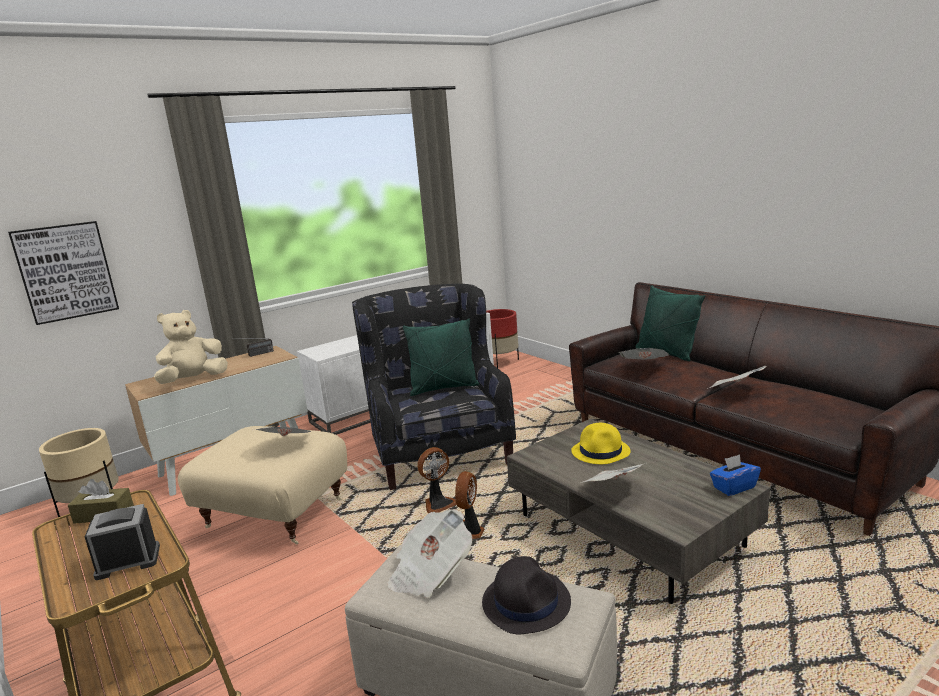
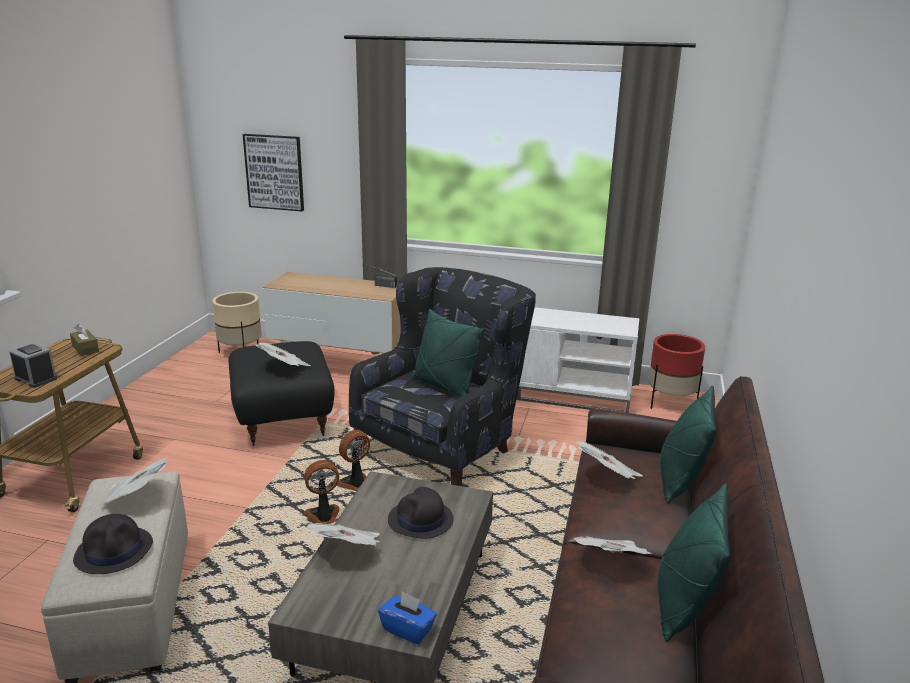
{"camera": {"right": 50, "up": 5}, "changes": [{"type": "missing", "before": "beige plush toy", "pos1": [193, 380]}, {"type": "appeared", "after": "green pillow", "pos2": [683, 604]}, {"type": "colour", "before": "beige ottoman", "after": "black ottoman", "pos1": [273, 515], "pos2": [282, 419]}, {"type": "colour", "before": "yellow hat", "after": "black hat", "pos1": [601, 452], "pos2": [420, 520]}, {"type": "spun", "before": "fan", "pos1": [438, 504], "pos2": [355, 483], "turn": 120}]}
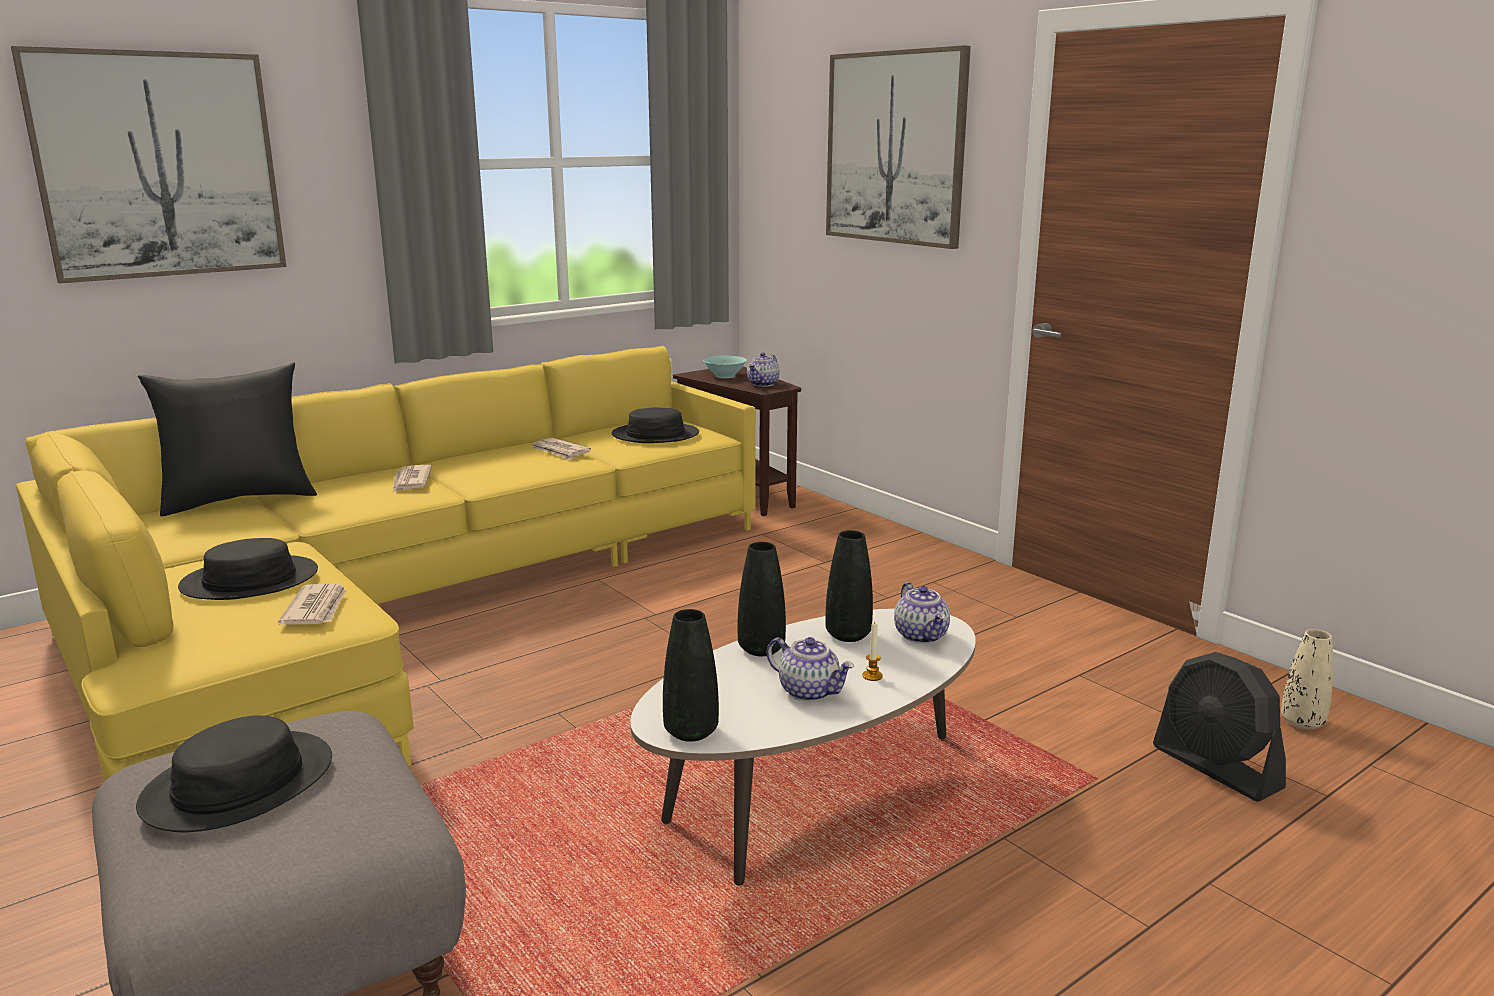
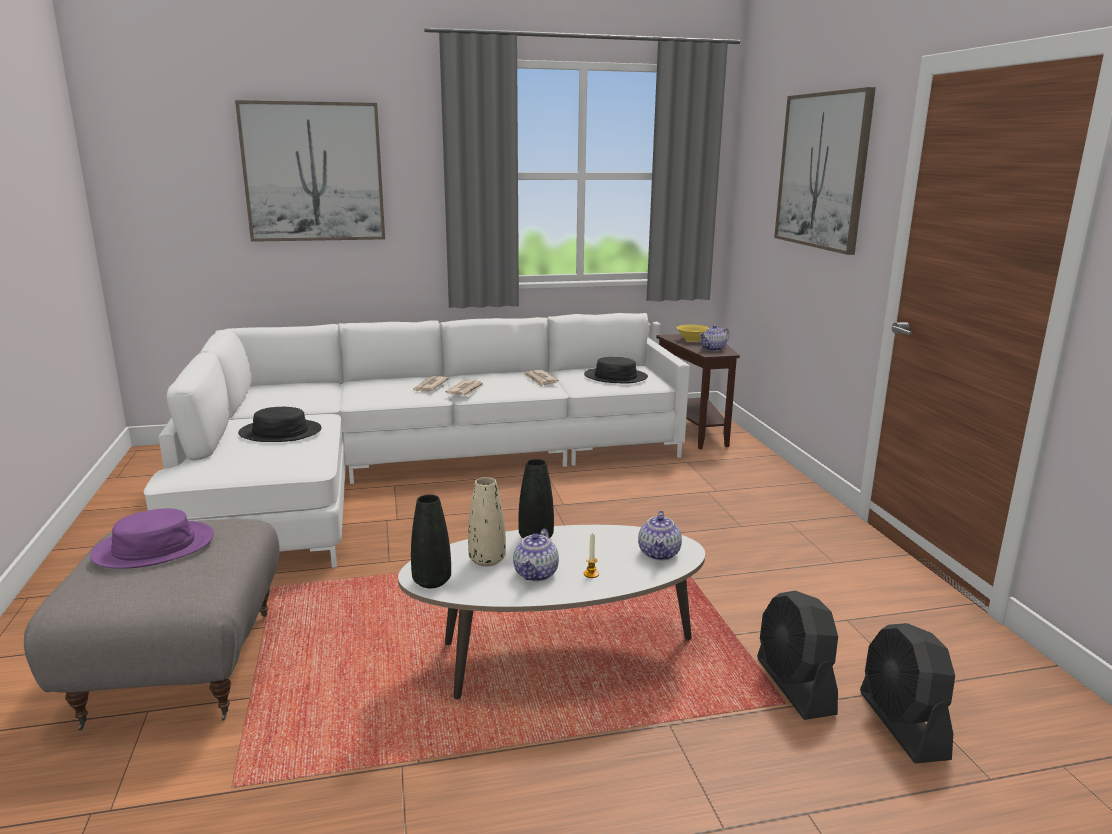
{"camera": {"right": 25, "up": 0}, "changes": [{"type": "missing", "before": "black pillow", "pos1": [239, 499]}, {"type": "missing", "before": "black vase", "pos1": [848, 635]}, {"type": "appeared", "after": "black fan", "pos2": [794, 686]}, {"type": "relocated", "before": "newspaper", "pos1": [317, 608], "pos2": [466, 390]}, {"type": "relocated", "before": "beige vase", "pos1": [1302, 722], "pos2": [487, 560]}, {"type": "colour", "before": "yellow sofa", "after": "white sofa", "pos1": [402, 611], "pos2": [412, 471]}, {"type": "colour", "before": "black hat", "after": "purple hat", "pos1": [238, 783], "pos2": [154, 547]}, {"type": "colour", "before": "turquoise bowl", "after": "yellow bowl", "pos1": [725, 376], "pos2": [692, 340]}, {"type": "spun", "before": "teapot", "pos1": [810, 691], "pos2": [536, 574], "turn": 45}]}
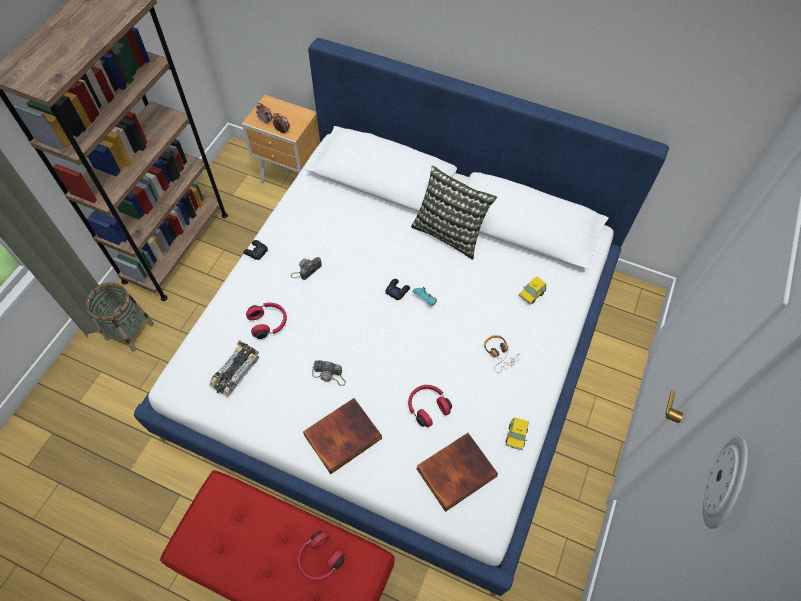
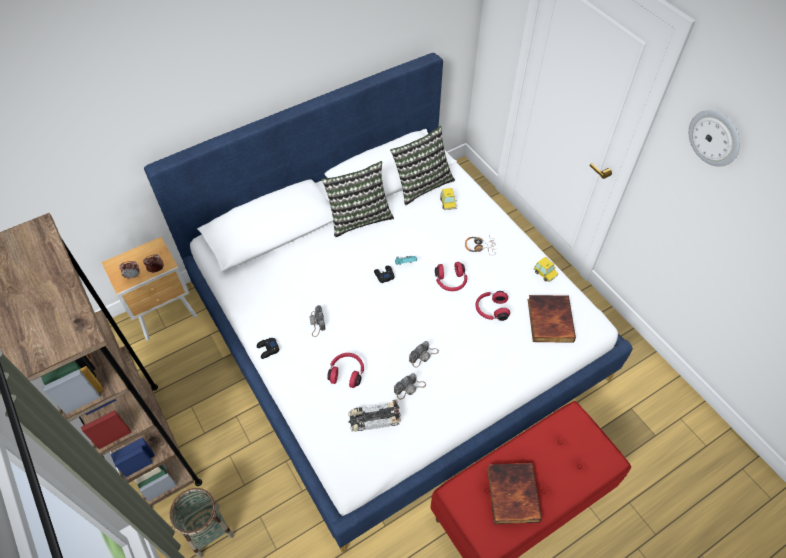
{"camera": {"right": -55, "up": -5}, "changes": [{"type": "appeared", "after": "pillow", "pos2": [421, 184]}, {"type": "appeared", "after": "photo camera", "pos2": [409, 388]}, {"type": "relocated", "before": "red headphones", "pos1": [319, 559], "pos2": [451, 281]}, {"type": "relocated", "before": "book", "pos1": [342, 435], "pos2": [511, 494]}, {"type": "spun", "before": "toy car", "pos1": [235, 371], "pos2": [374, 418], "turn": 105}]}
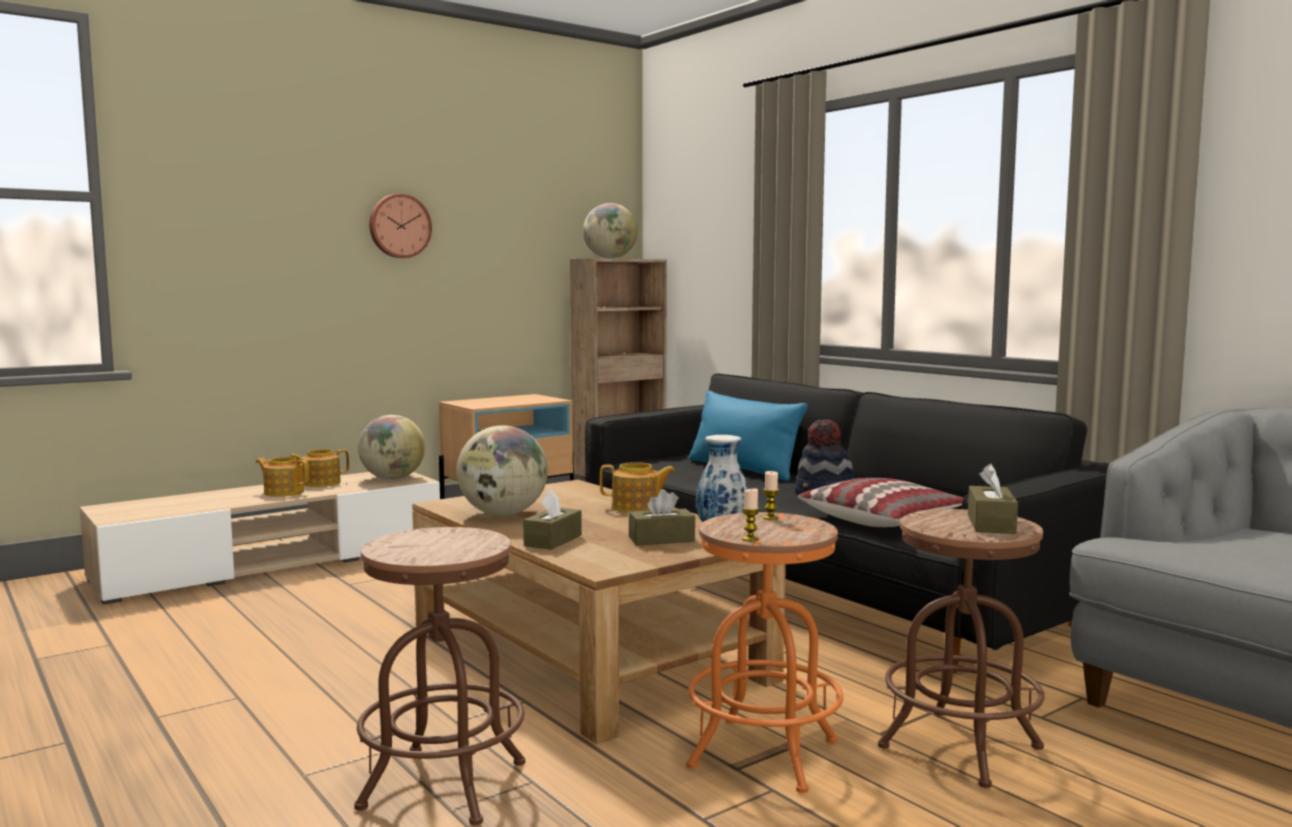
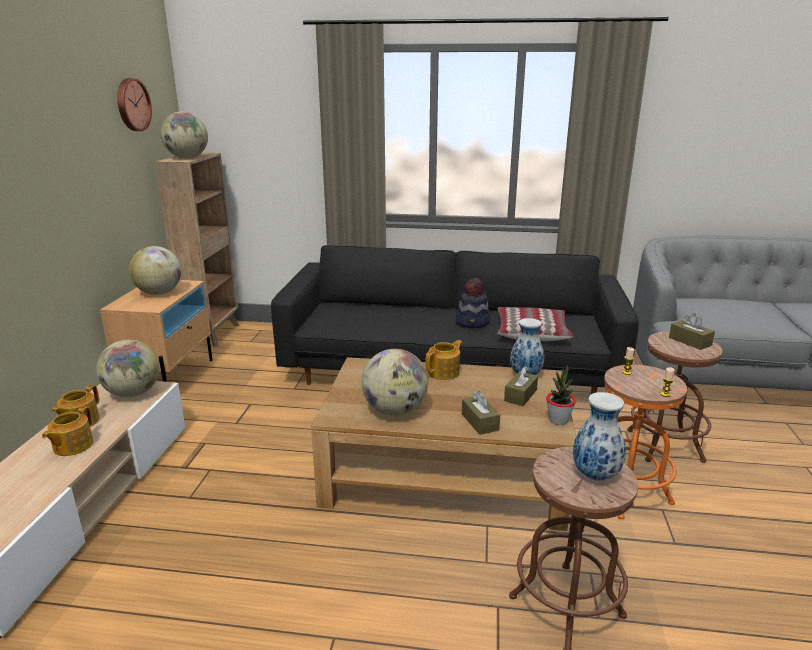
{"camera": {"right": -45, "up": 15}, "changes": [{"type": "missing", "before": "blue pillow", "pos1": [743, 469]}, {"type": "appeared", "after": "globe", "pos2": [159, 293]}, {"type": "appeared", "after": "potted plant", "pos2": [558, 420]}, {"type": "appeared", "after": "vase", "pos2": [596, 475]}, {"type": "relocated", "before": "wall clock", "pos1": [399, 226], "pos2": [132, 104]}, {"type": "spun", "before": "teapot", "pos1": [283, 492], "pos2": [72, 446], "turn": -45}]}
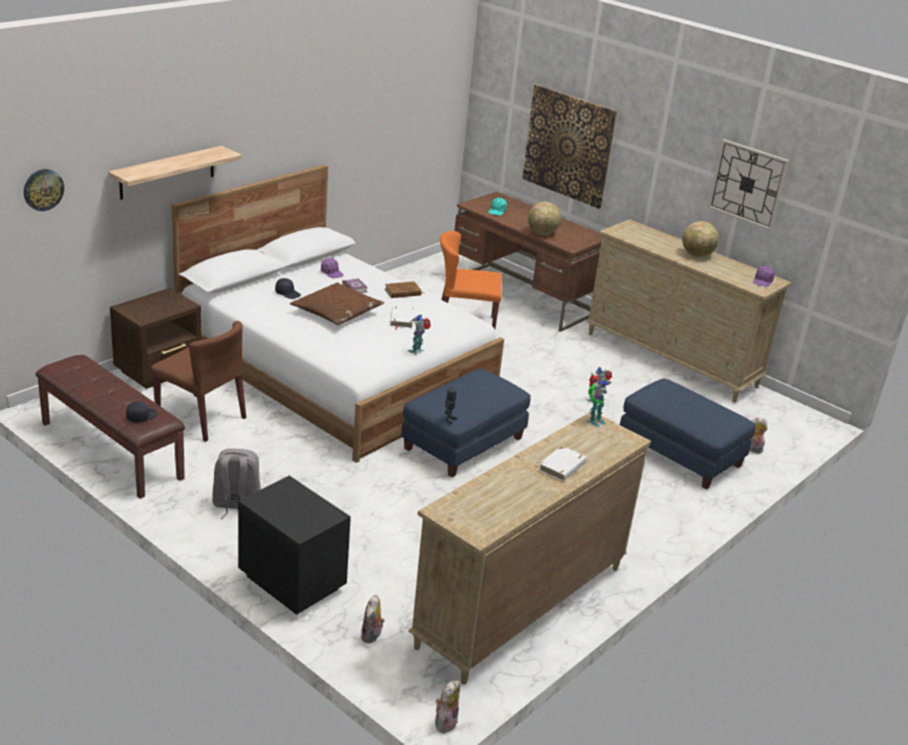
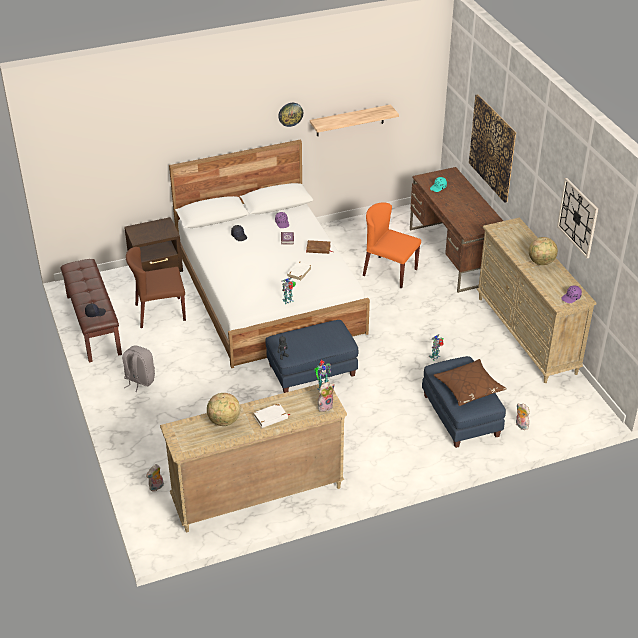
{"camera": {"right": 30, "up": 10}, "changes": [{"type": "missing", "before": "black nightstand", "pos1": [292, 581]}, {"type": "relocated", "before": "wall clock", "pos1": [43, 189], "pos2": [290, 114]}, {"type": "relocated", "before": "shelf", "pos1": [167, 172], "pos2": [350, 120]}, {"type": "relocated", "before": "brown pillow", "pos1": [337, 312], "pos2": [469, 388]}, {"type": "relocated", "before": "plush toy", "pos1": [445, 722], "pos2": [325, 406]}, {"type": "relocated", "before": "globe", "pos1": [542, 233], "pos2": [224, 421]}, {"type": "spun", "before": "brown chair", "pos1": [201, 417], "pos2": [159, 312], "turn": 105}]}
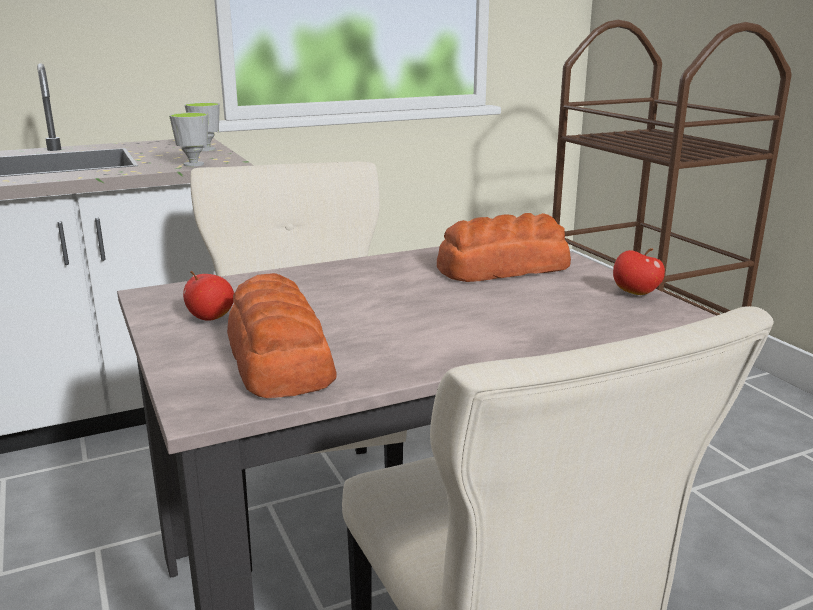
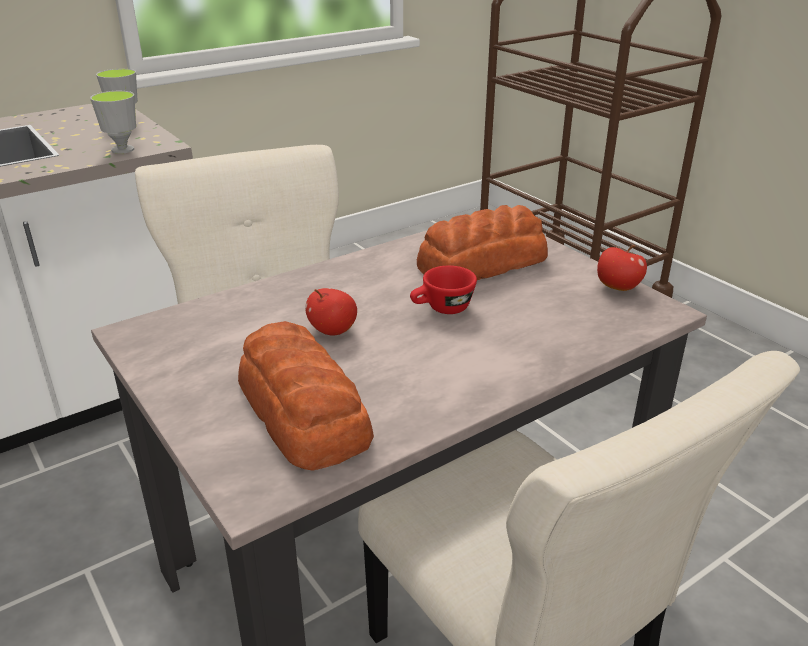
{"camera": {"right": -10, "up": 10}, "changes": [{"type": "appeared", "after": "red cup", "pos2": [442, 309]}, {"type": "relocated", "before": "apple", "pos1": [210, 318], "pos2": [332, 330]}]}
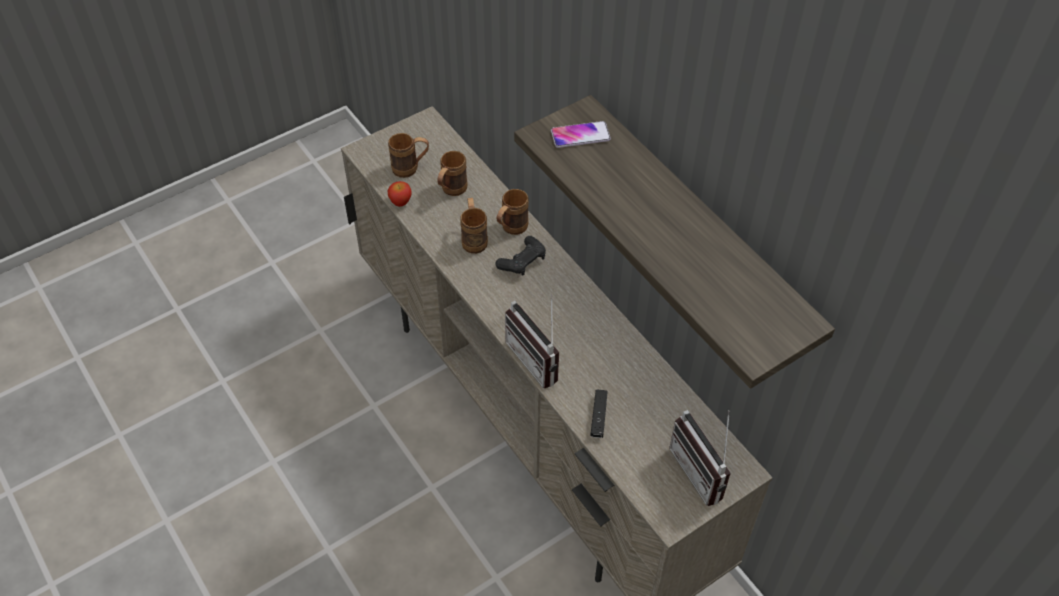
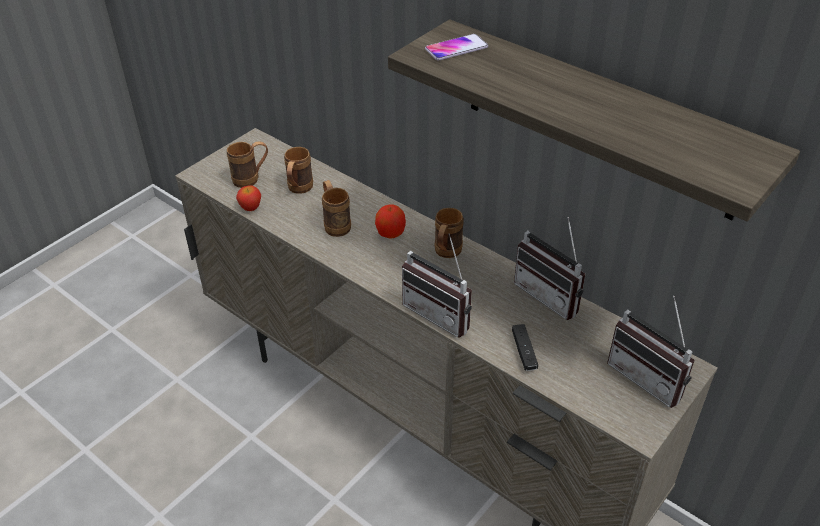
{"camera": {"right": -15, "up": -10}, "changes": [{"type": "appeared", "after": "radio", "pos2": [552, 295]}, {"type": "relocated", "before": "brown mug", "pos1": [511, 229], "pos2": [445, 253]}, {"type": "exchanged", "before": "black game controller", "after": "apple", "pos1": [522, 261], "pos2": [391, 233]}]}
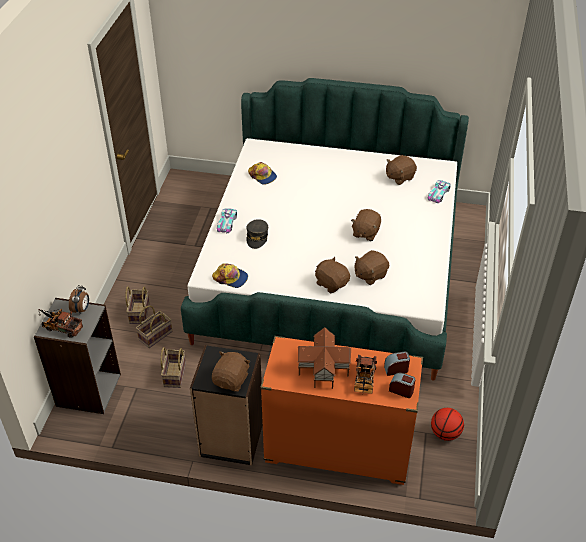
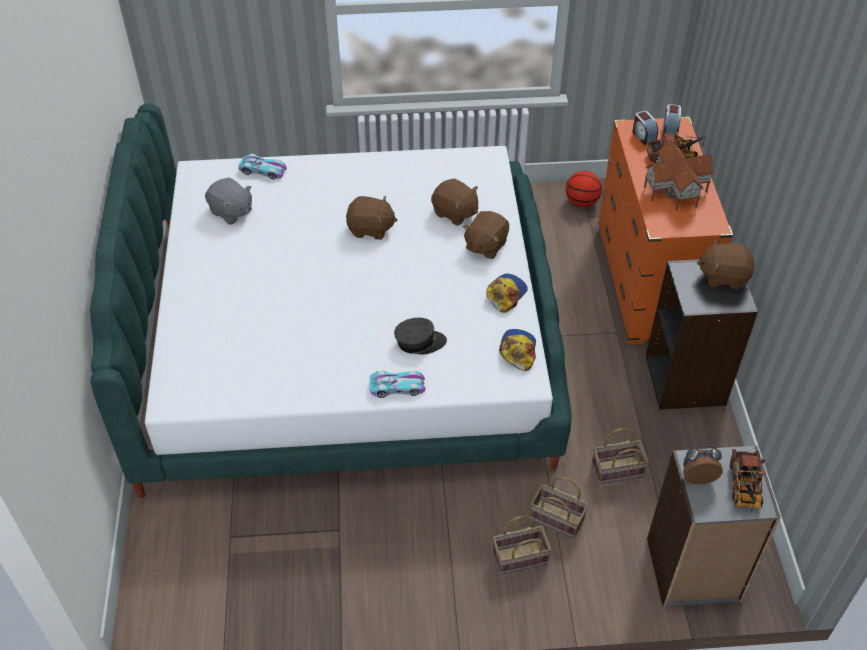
{"camera": {"right": -105, "up": 5}, "changes": [{"type": "relocated", "before": "cap", "pos1": [262, 176], "pos2": [506, 294]}, {"type": "colour", "before": "brown plush toy", "after": "grey plush toy", "pos1": [399, 177], "pos2": [231, 212]}]}
